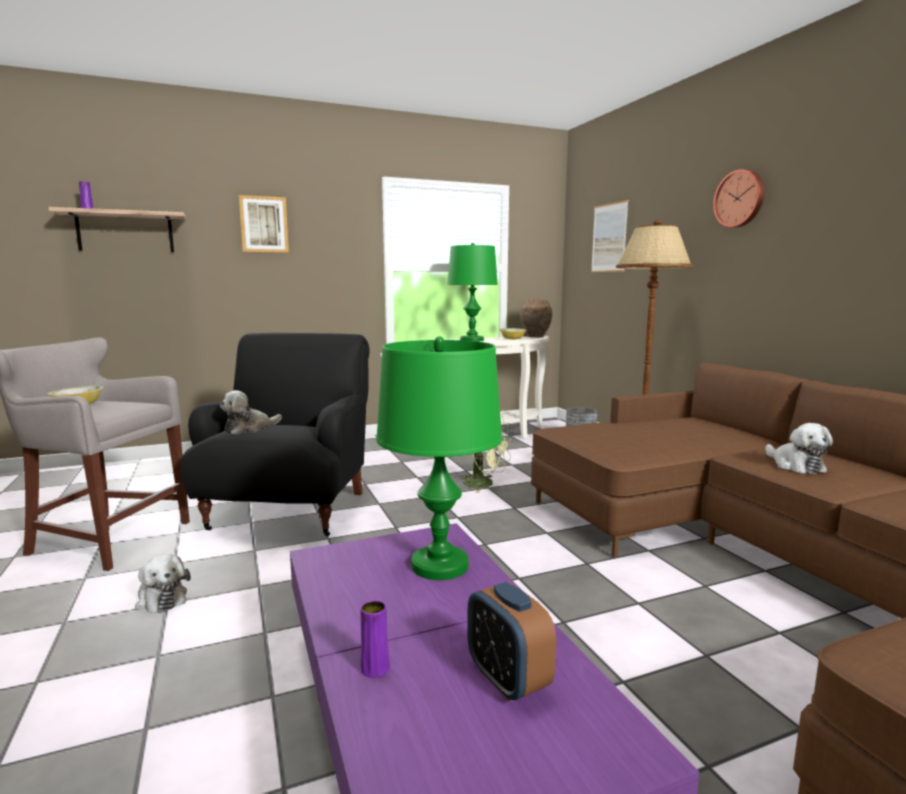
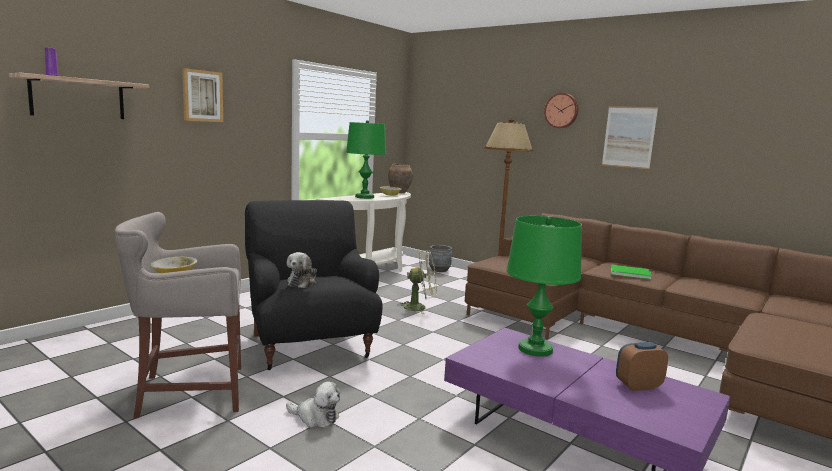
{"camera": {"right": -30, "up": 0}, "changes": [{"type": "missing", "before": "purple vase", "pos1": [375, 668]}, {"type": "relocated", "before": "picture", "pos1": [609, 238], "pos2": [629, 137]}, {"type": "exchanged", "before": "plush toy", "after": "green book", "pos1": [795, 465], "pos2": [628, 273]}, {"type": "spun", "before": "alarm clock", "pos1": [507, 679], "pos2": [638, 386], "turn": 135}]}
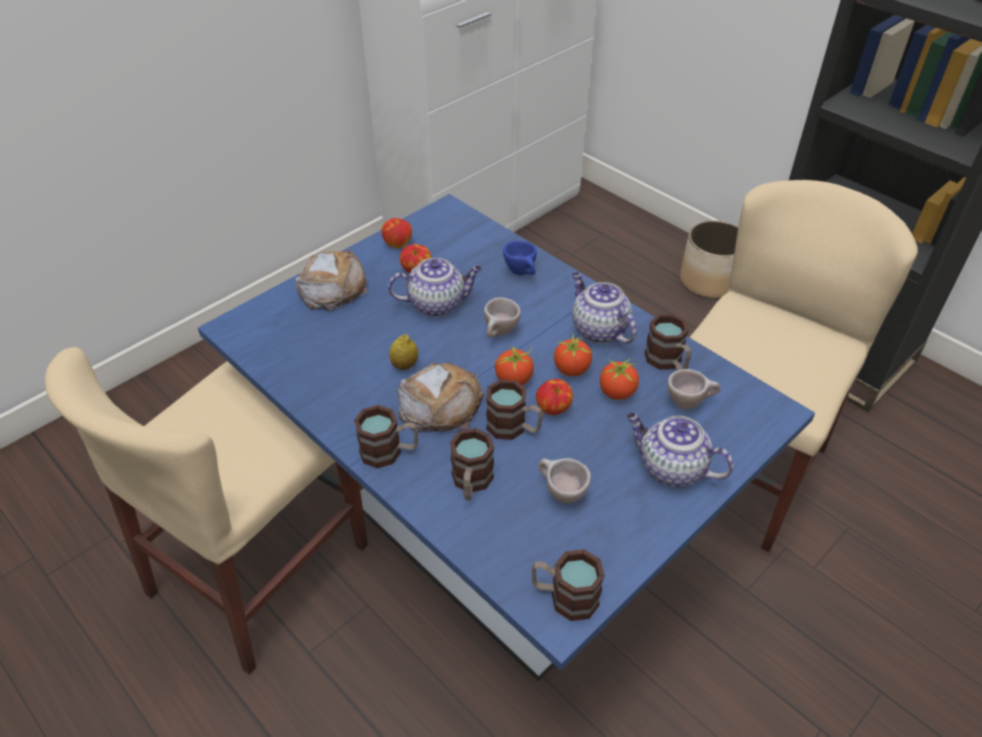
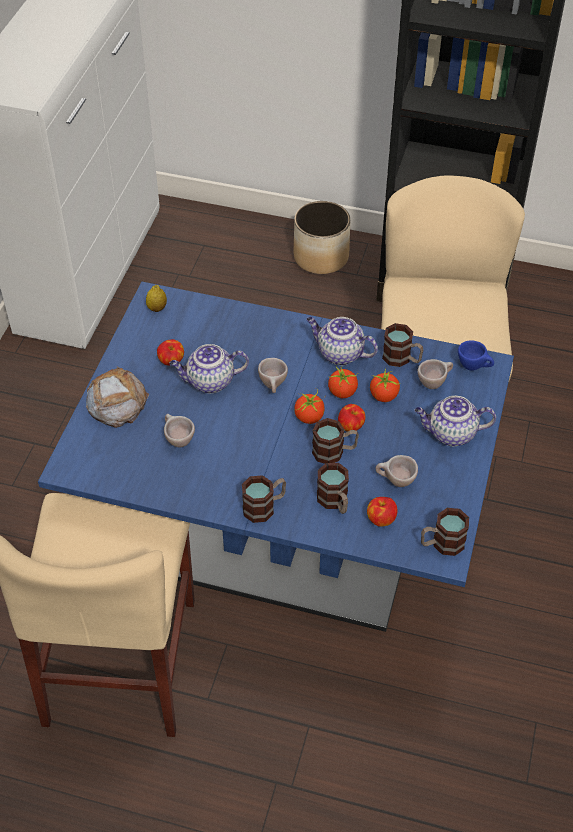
{"camera": {"right": -30, "up": 5}, "changes": [{"type": "missing", "before": "bread", "pos1": [440, 404]}, {"type": "appeared", "after": "beige cup", "pos2": [177, 440]}, {"type": "relocated", "before": "apple", "pos1": [398, 243], "pos2": [381, 519]}, {"type": "relocated", "before": "lemon", "pos1": [404, 365], "pos2": [157, 308]}, {"type": "relocated", "before": "blue cup", "pos1": [522, 273], "pos2": [474, 367]}, {"type": "spun", "before": "teapot", "pos1": [437, 304], "pos2": [209, 382], "turn": -150}]}
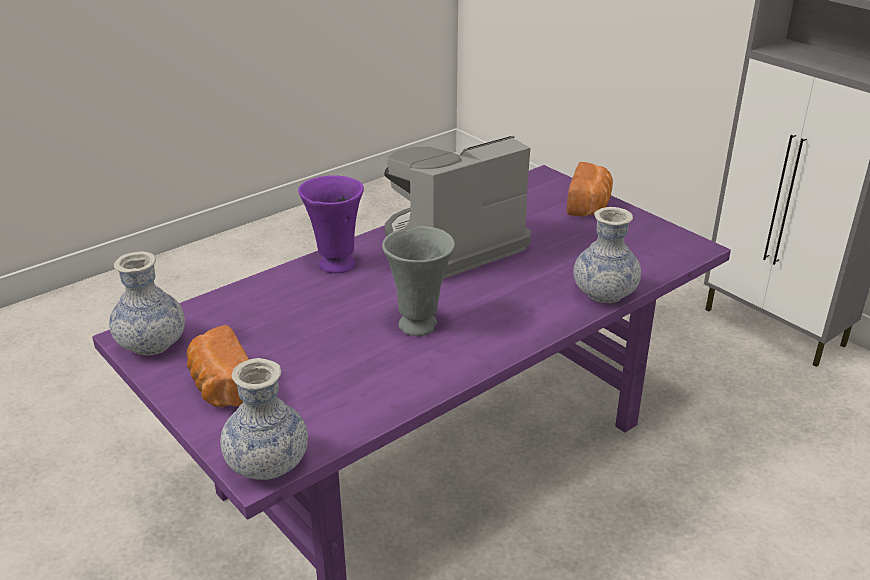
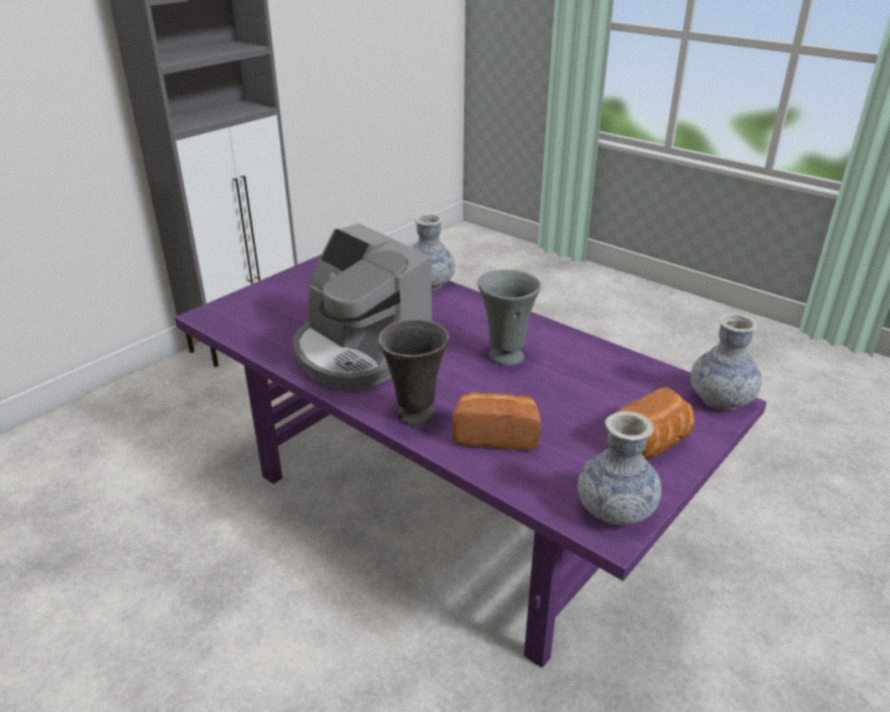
{"camera": {"right": -100, "up": 0}, "changes": [{"type": "relocated", "before": "bread", "pos1": [590, 206], "pos2": [496, 434]}, {"type": "colour", "before": "purple vase", "after": "grey vase", "pos1": [335, 265], "pos2": [415, 416]}]}
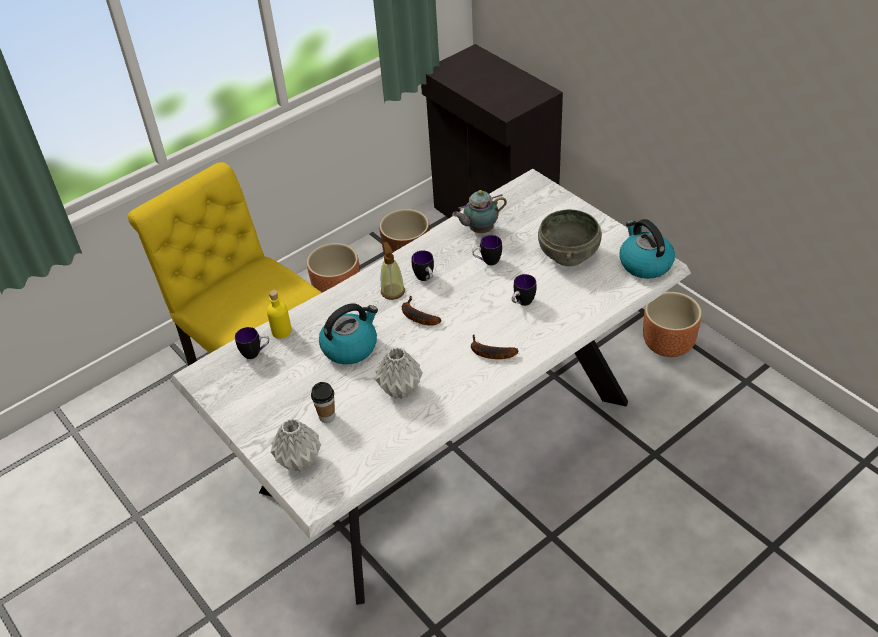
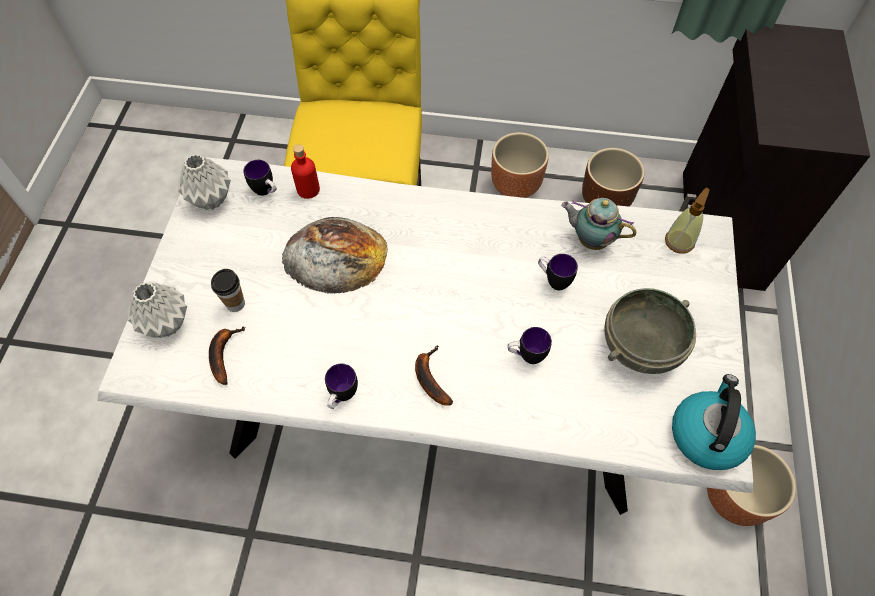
{"camera": {"right": 45, "up": 15}, "changes": [{"type": "relocated", "before": "grey vase", "pos1": [399, 390], "pos2": [211, 199]}, {"type": "relocated", "before": "soap dispenser", "pos1": [392, 291], "pos2": [679, 241]}, {"type": "relocated", "before": "banana", "pos1": [416, 316], "pos2": [223, 354]}, {"type": "relocated", "before": "mug", "pos1": [425, 279], "pos2": [342, 397]}, {"type": "exchanged", "before": "kettle", "after": "bread", "pos1": [350, 347], "pos2": [335, 255]}, {"type": "colour", "before": "yellow bottle", "after": "red bottle", "pos1": [281, 331], "pos2": [308, 190]}]}
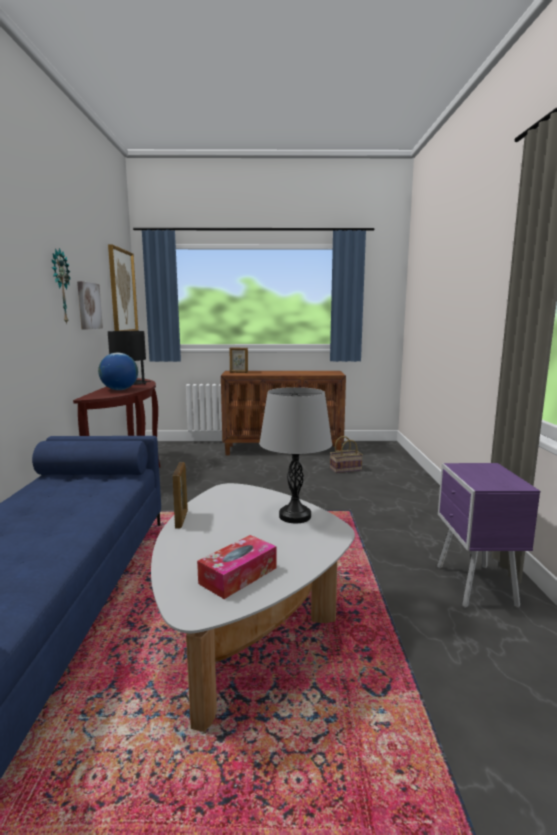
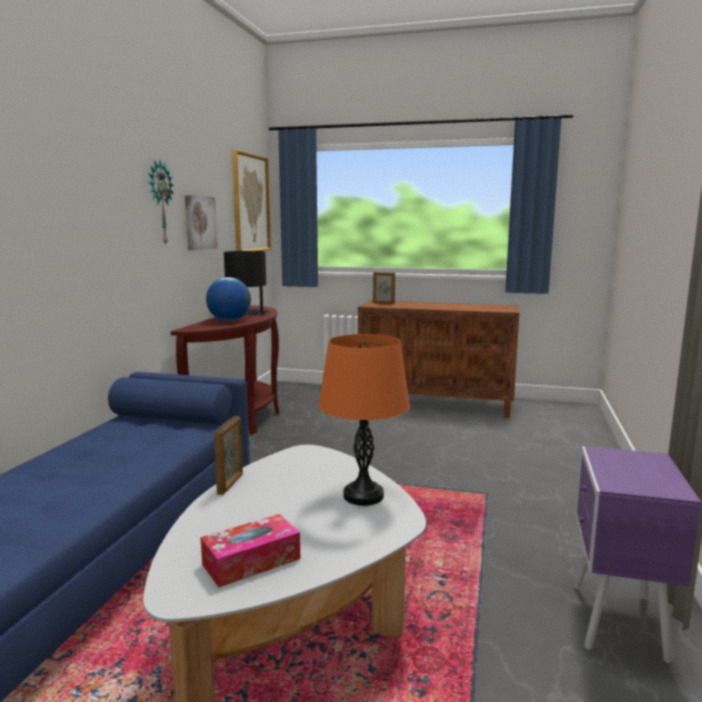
{"camera": {"right": 15, "up": 0}, "changes": [{"type": "missing", "before": "basket", "pos1": [346, 469]}, {"type": "colour", "before": "grey table lamp", "after": "orange table lamp", "pos1": [295, 516], "pos2": [363, 496]}]}
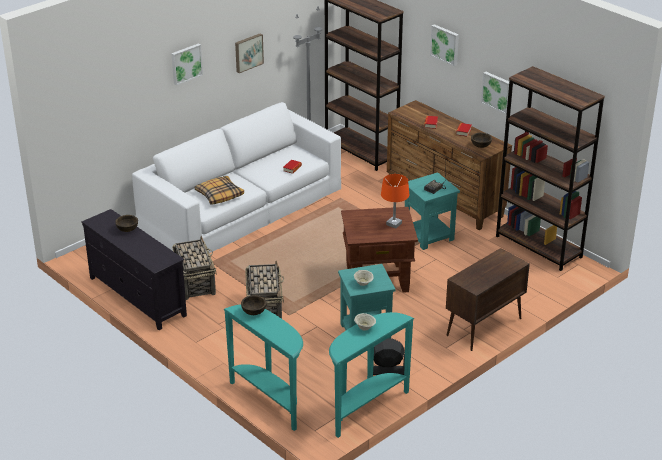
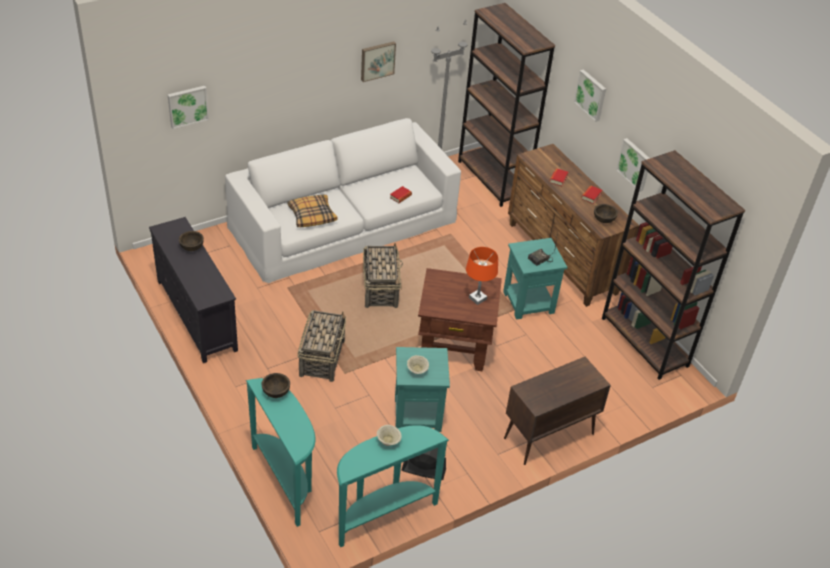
{"camera": {"right": 10, "up": 10}, "changes": [{"type": "relocated", "before": "picture", "pos1": [186, 63], "pos2": [187, 106]}, {"type": "relocated", "before": "basket", "pos1": [195, 282], "pos2": [380, 289]}]}
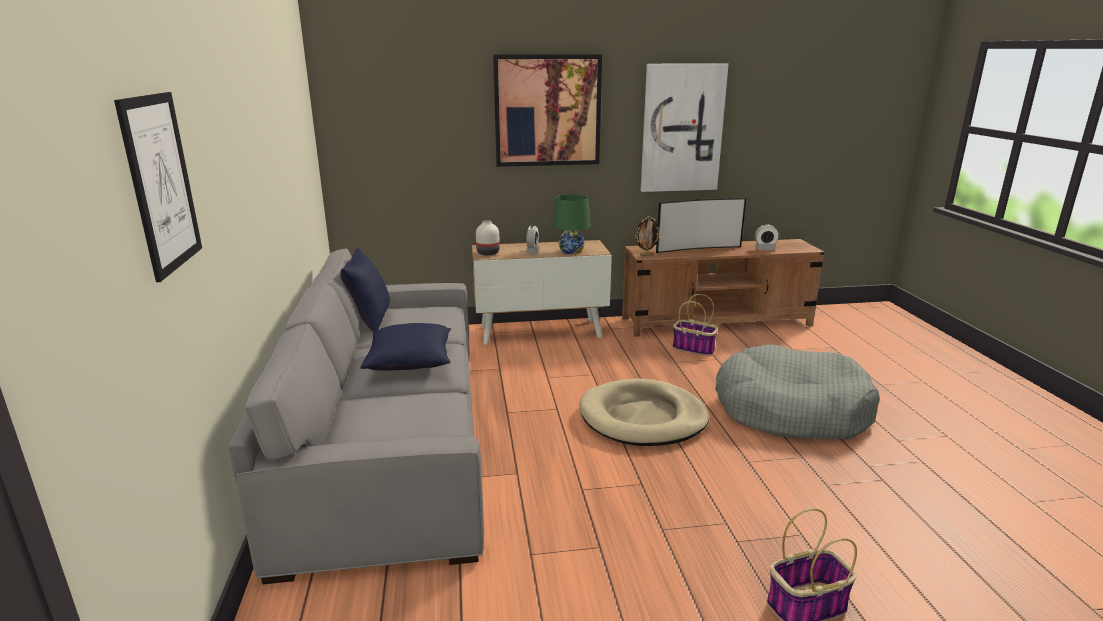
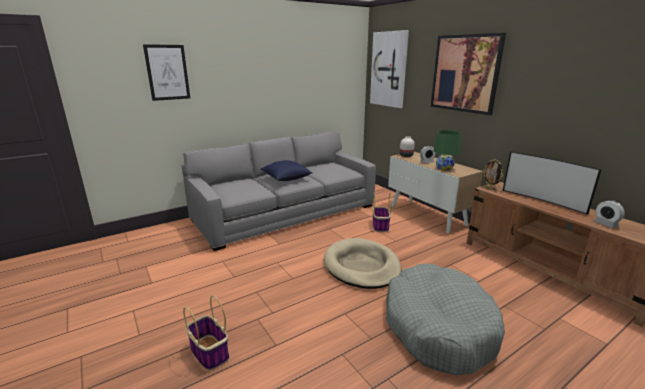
{"camera": {"right": 65, "up": 0}, "changes": [{"type": "missing", "before": "blue pillow", "pos1": [369, 321]}, {"type": "relocated", "before": "picture", "pos1": [682, 128], "pos2": [389, 69]}, {"type": "relocated", "before": "basket", "pos1": [694, 349], "pos2": [380, 226]}]}
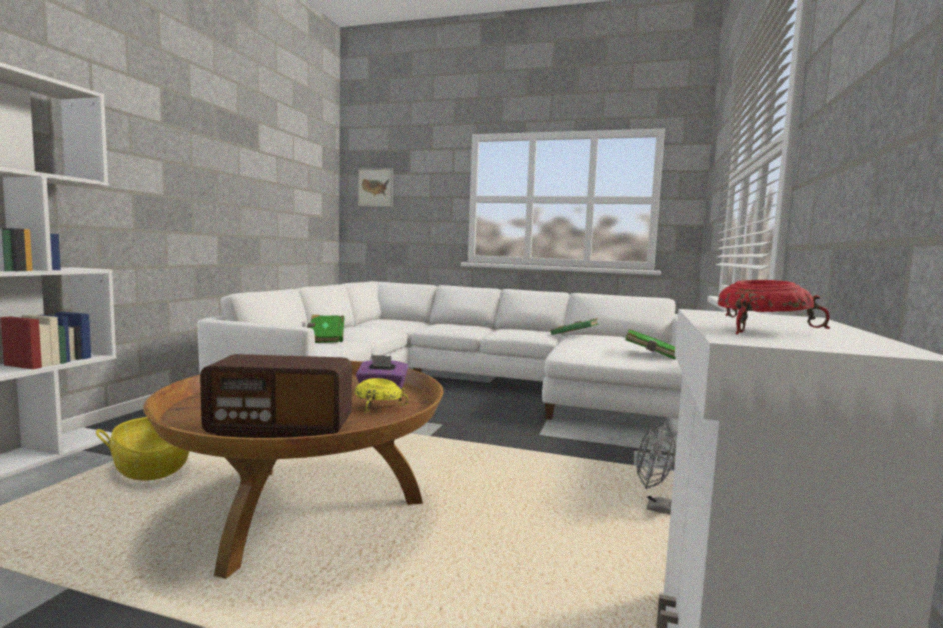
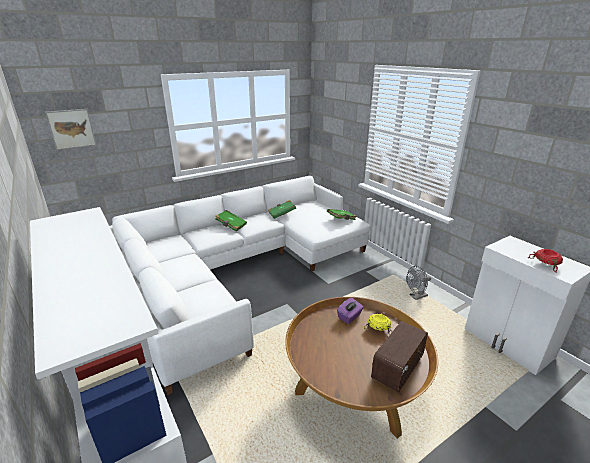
{"camera": {"right": -50, "up": 20}, "changes": [{"type": "missing", "before": "basket", "pos1": [152, 467]}, {"type": "relocated", "before": "green book", "pos1": [325, 339], "pos2": [231, 225]}]}
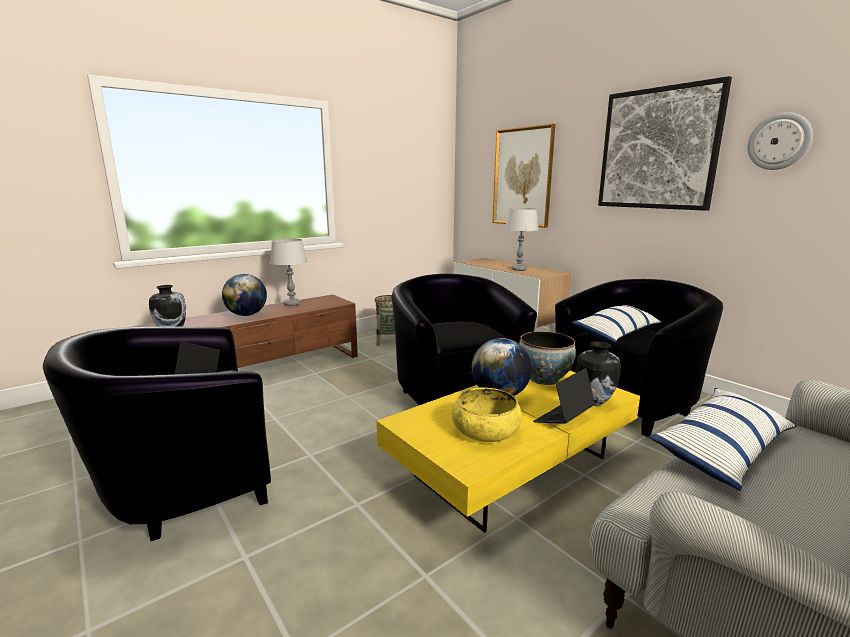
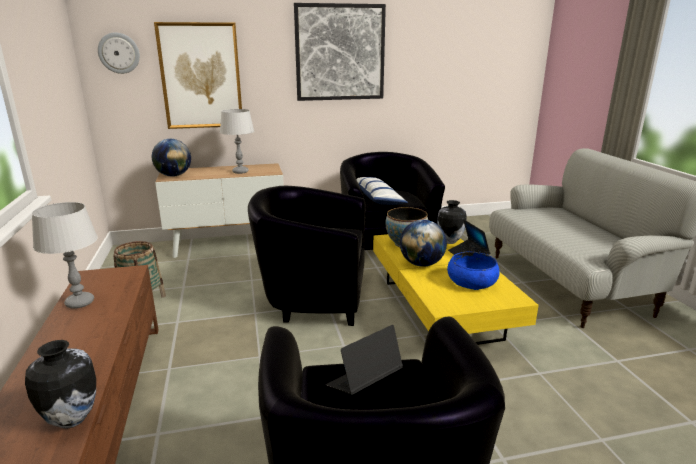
{"camera": {"right": -65, "up": 5}, "changes": [{"type": "missing", "before": "pillow", "pos1": [722, 449]}, {"type": "relocated", "before": "globe", "pos1": [247, 315], "pos2": [174, 175]}, {"type": "relocated", "before": "wall clock", "pos1": [779, 141], "pos2": [119, 53]}, {"type": "colour", "before": "yellow bowl", "after": "blue bowl", "pos1": [485, 430], "pos2": [472, 282]}]}
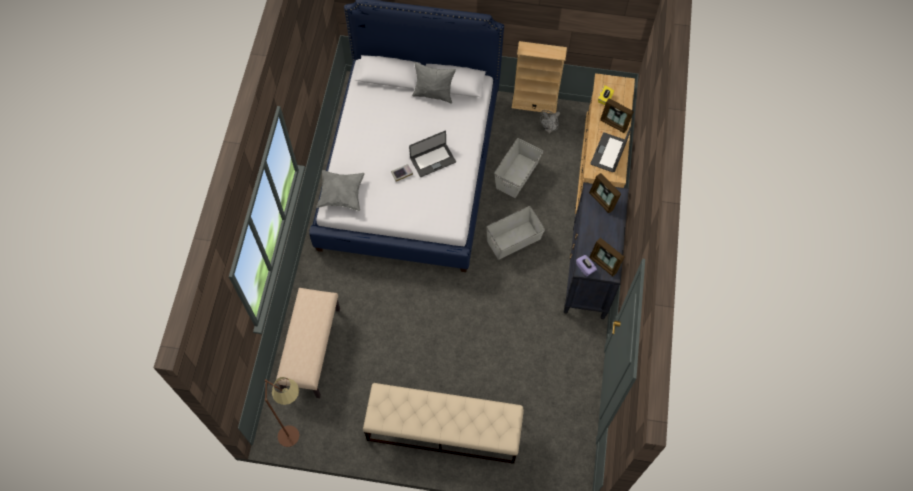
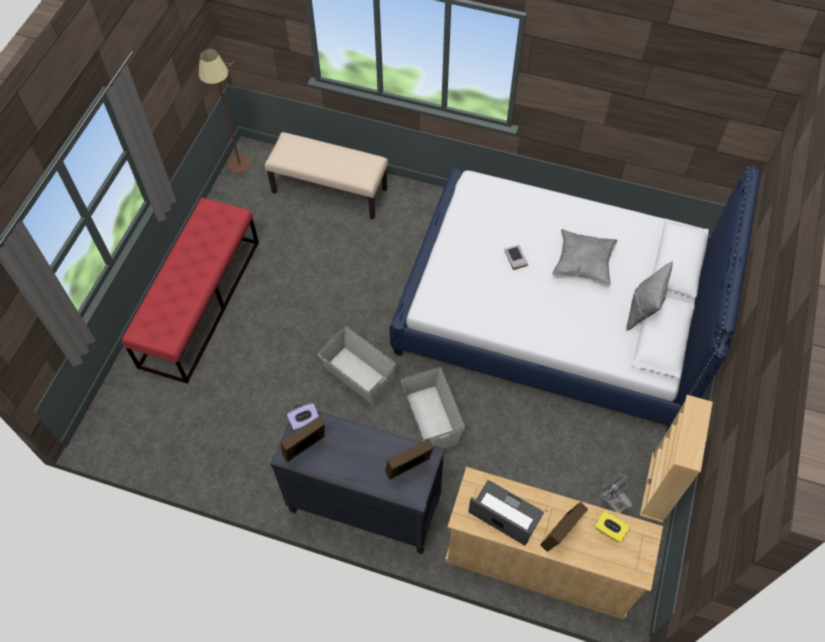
{"camera": {"right": 100, "up": -5}, "changes": [{"type": "missing", "before": "laptop", "pos1": [432, 160]}, {"type": "relocated", "before": "grey pillow", "pos1": [341, 195], "pos2": [583, 264]}, {"type": "relocated", "before": "grey storage box", "pos1": [517, 175], "pos2": [358, 376]}, {"type": "colour", "before": "beige bench", "after": "red bench", "pos1": [443, 429], "pos2": [200, 302]}]}
